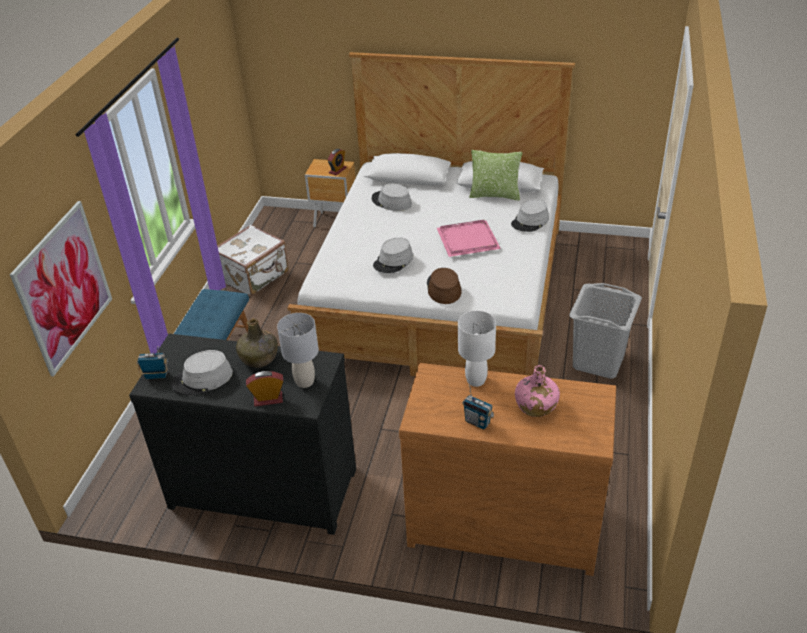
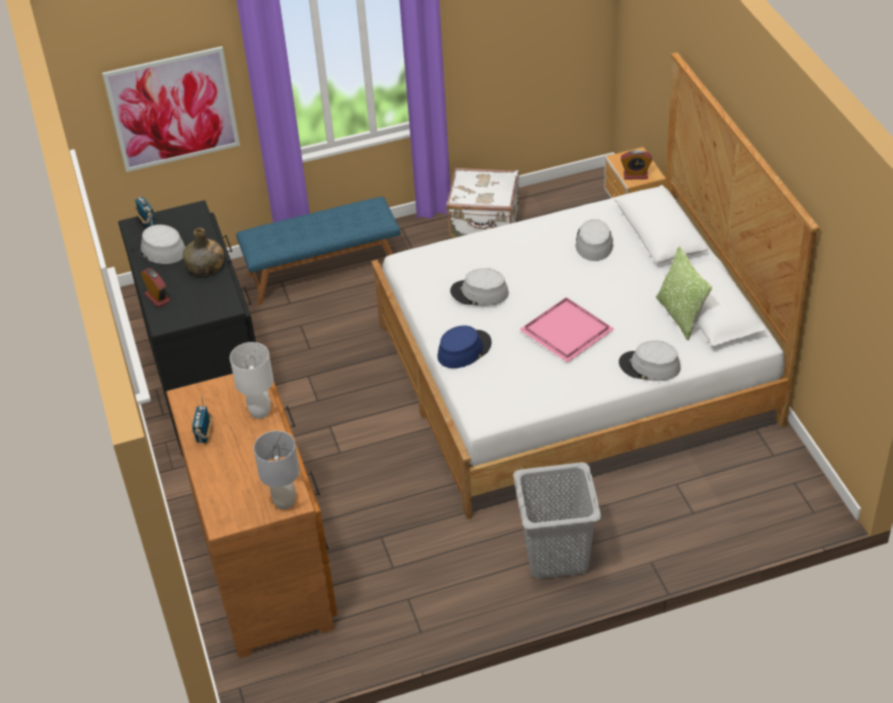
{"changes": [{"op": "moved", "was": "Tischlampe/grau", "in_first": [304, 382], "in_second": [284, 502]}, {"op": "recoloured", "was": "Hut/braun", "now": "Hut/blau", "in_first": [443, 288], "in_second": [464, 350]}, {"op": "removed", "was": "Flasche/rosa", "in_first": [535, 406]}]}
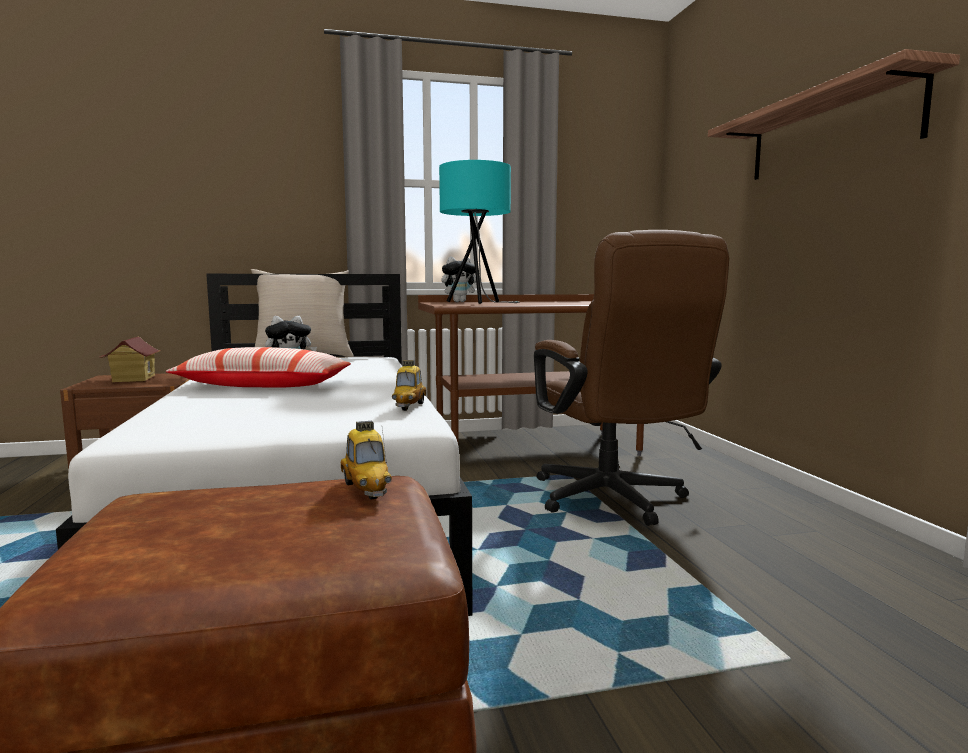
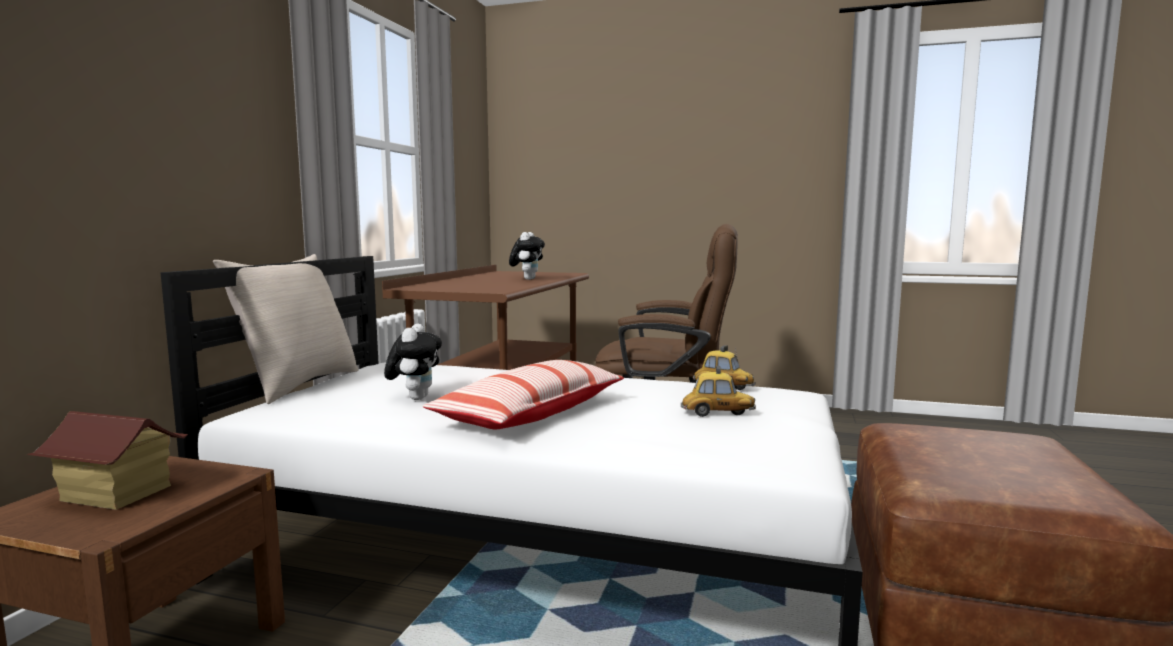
{"changes": [{"op": "moved", "was": "Spielzeugauto", "in_first": [366, 489], "in_second": [717, 414]}, {"op": "removed", "was": "Tischlampe/türkis", "in_first": [478, 303]}, {"op": "moved", "was": "Plüschtier", "in_first": [460, 302], "in_second": [527, 279]}, {"op": "removed", "was": "Wandregal", "in_first": [829, 132]}]}
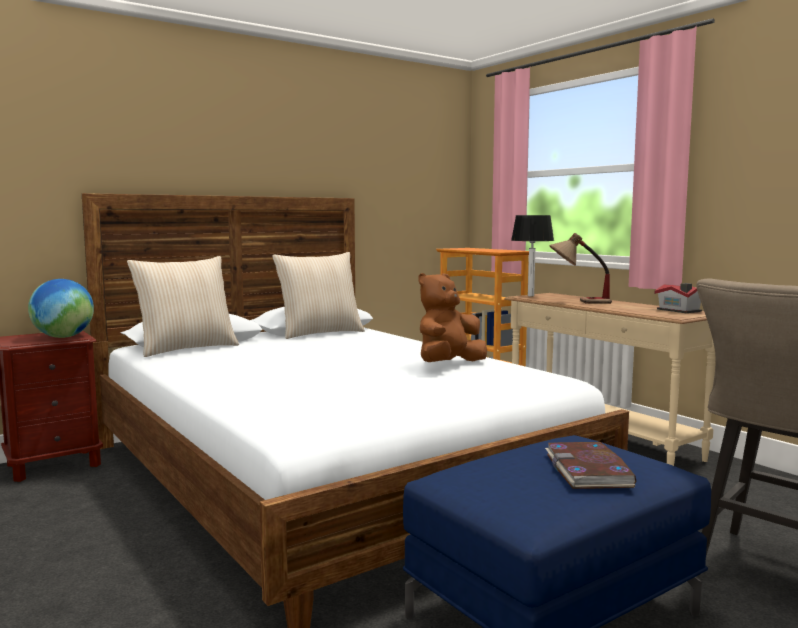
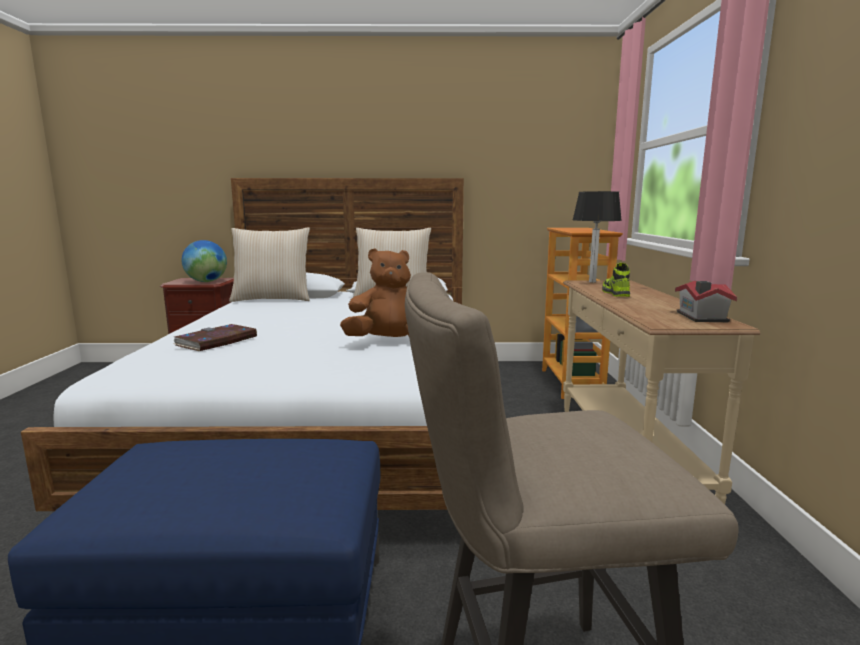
{"changes": [{"op": "moved", "was": "Buch", "in_first": [588, 470], "in_second": [216, 341]}, {"op": "replaced", "was": "Tischlampe", "now": "Schuh", "in_first": [578, 302], "in_second": [615, 293]}]}
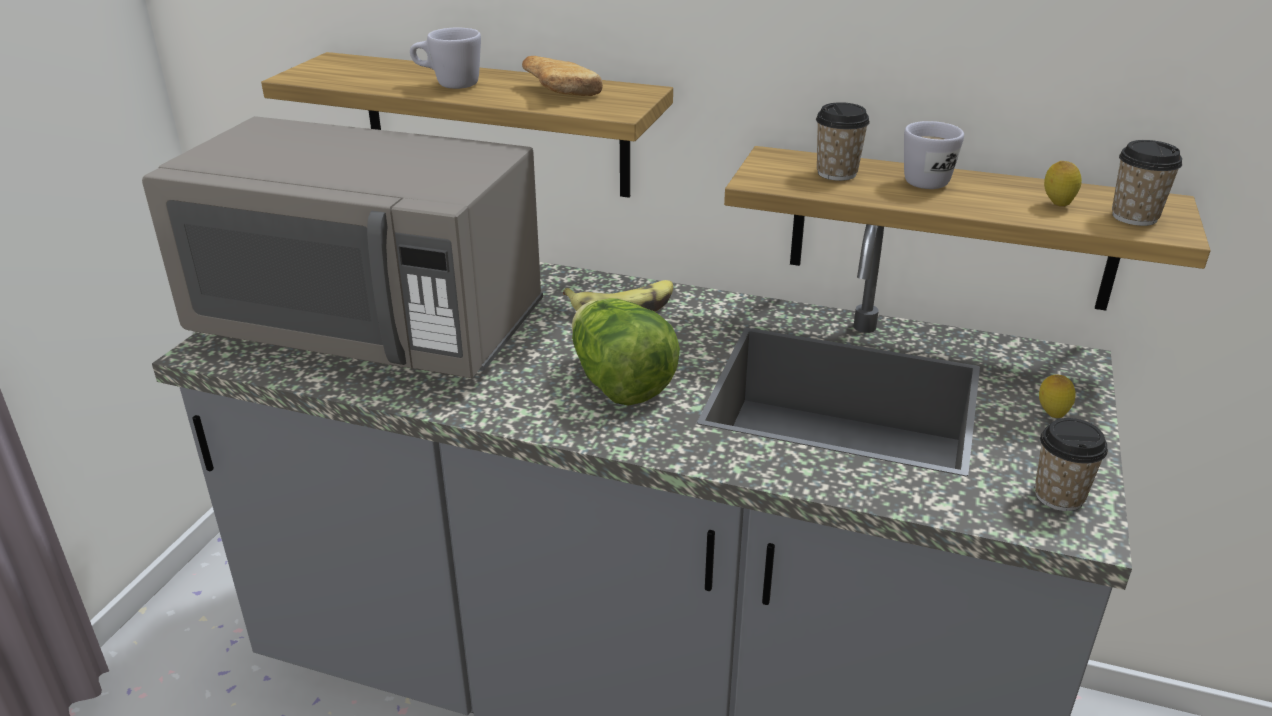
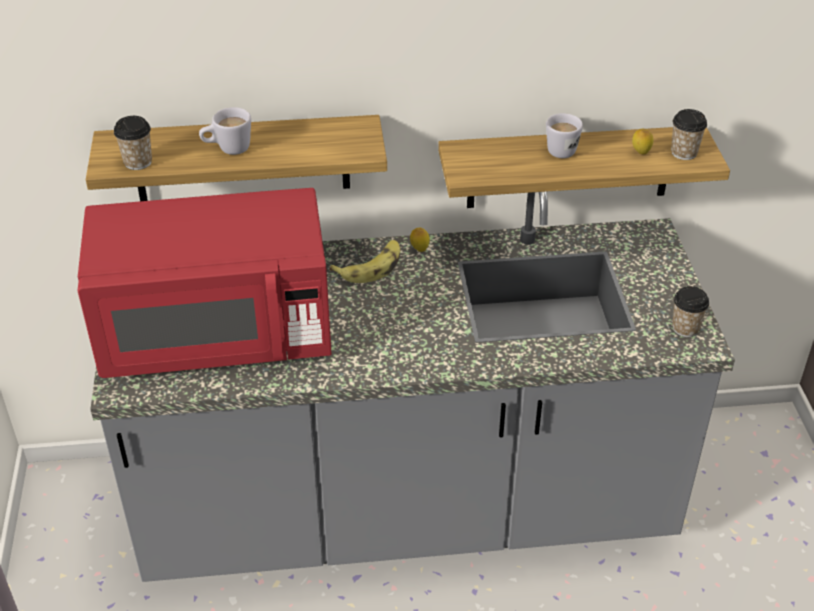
{"changes": [{"op": "recoloured", "was": "Mikrowelle/grau", "now": "Mikrowelle/rot", "in_first": [370, 328], "in_second": [217, 334]}, {"op": "removed", "was": "Brot", "in_first": [556, 91]}, {"op": "removed", "was": "Salatkopf", "in_first": [619, 384]}, {"op": "moved", "was": "Tasse", "in_first": [836, 173], "in_second": [138, 162]}, {"op": "moved", "was": "Zitrone", "in_first": [1051, 415], "in_second": [419, 250]}]}
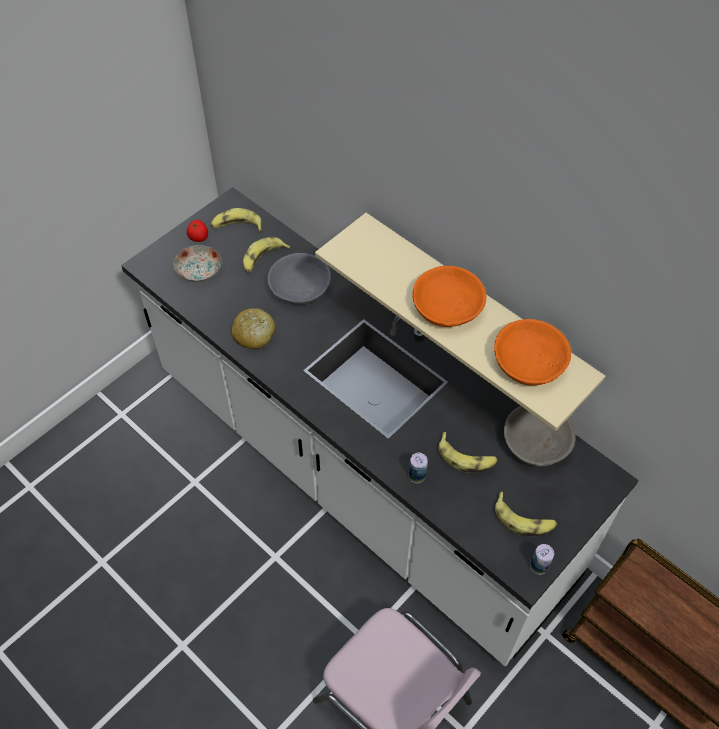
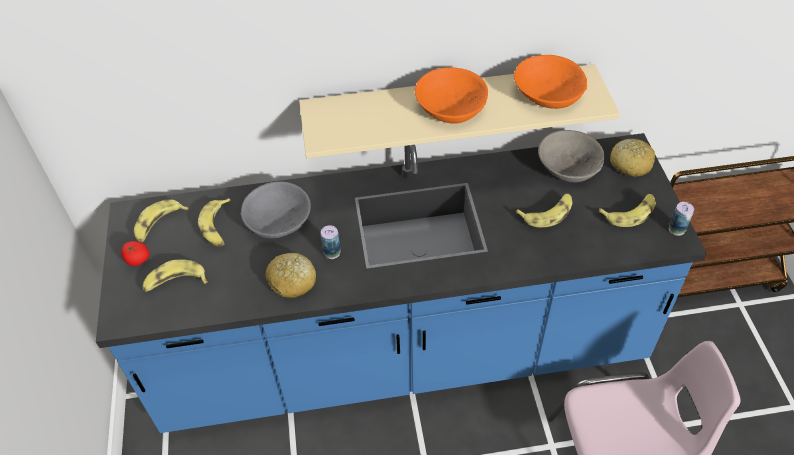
{"changes": [{"op": "recoloured", "was": "Küchenzeile/weiß", "now": "Küchenzeile/blau", "in_first": [358, 474], "in_second": [401, 352]}, {"op": "replaced", "was": "Teller", "now": "Banane", "in_first": [198, 270], "in_second": [175, 282]}, {"op": "moved", "was": "Dose", "in_first": [417, 476], "in_second": [332, 252]}, {"op": "added", "now": "Brot", "in_second": [630, 163]}]}
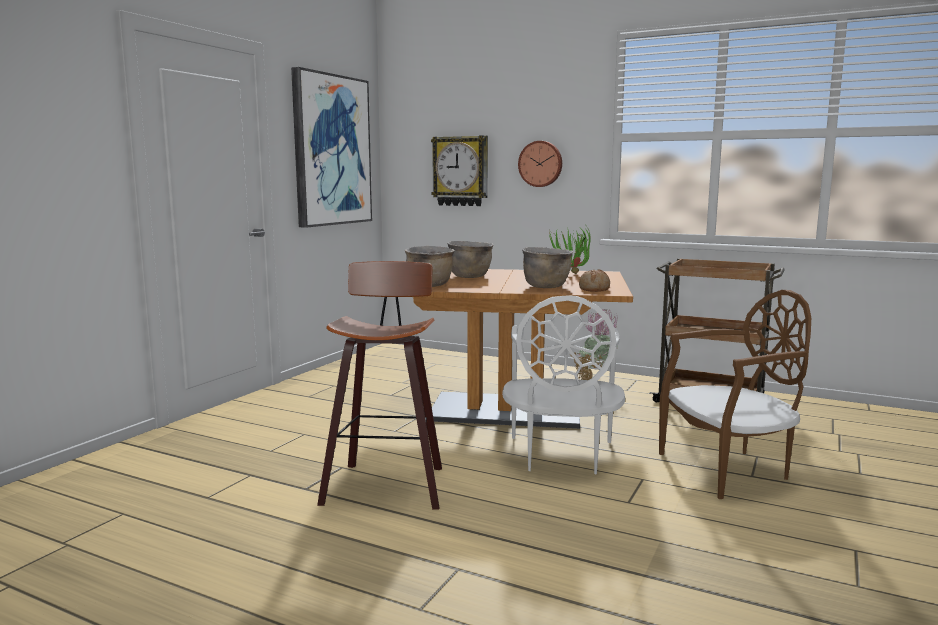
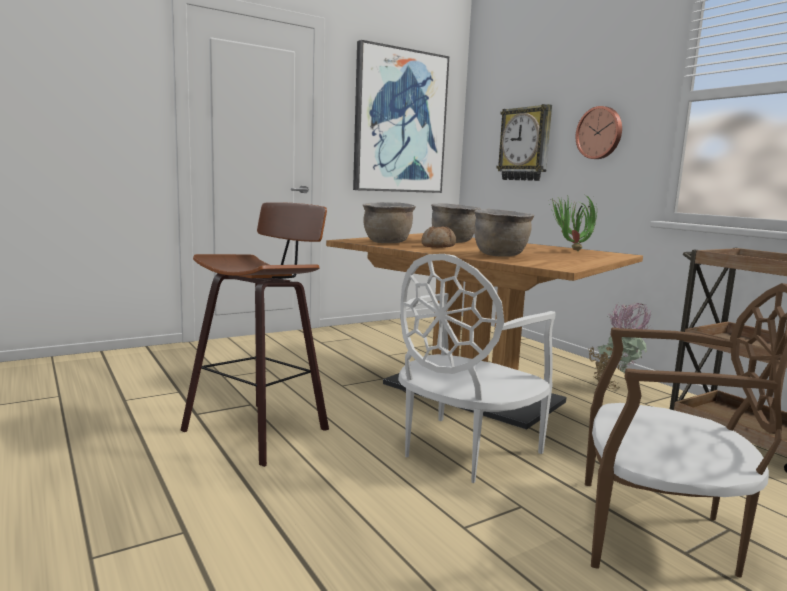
{"changes": [{"op": "moved", "was": "Brot", "in_first": [595, 289], "in_second": [438, 246]}]}
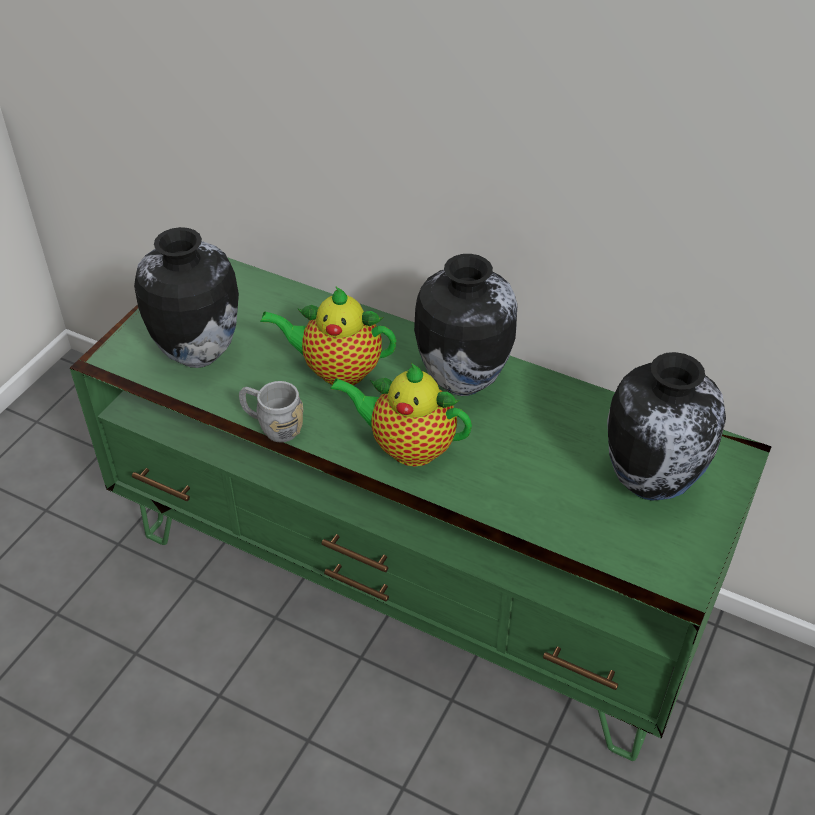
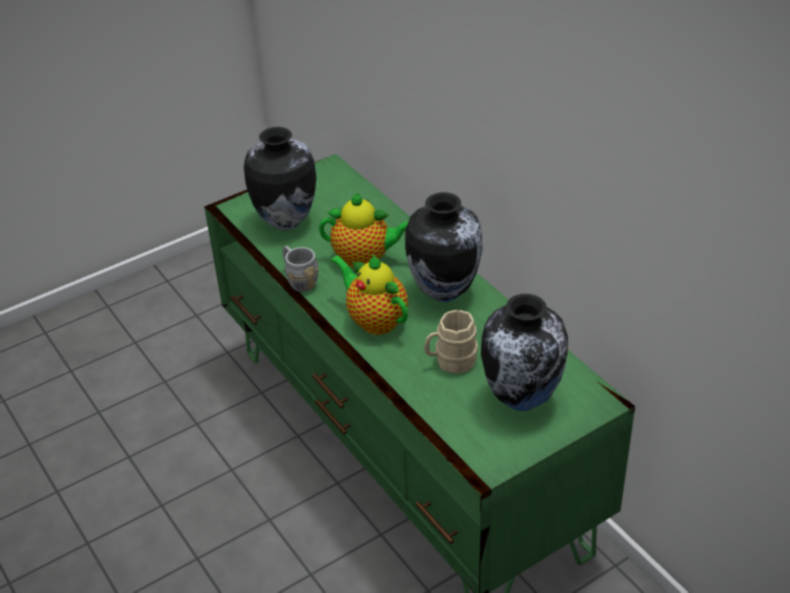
{"changes": [{"op": "turned", "was": "Teekanne", "in_first": [337, 370], "in_second": [366, 258], "clockwise": 150}, {"op": "added", "now": "Henkelbecher/beige", "in_second": [451, 361]}]}
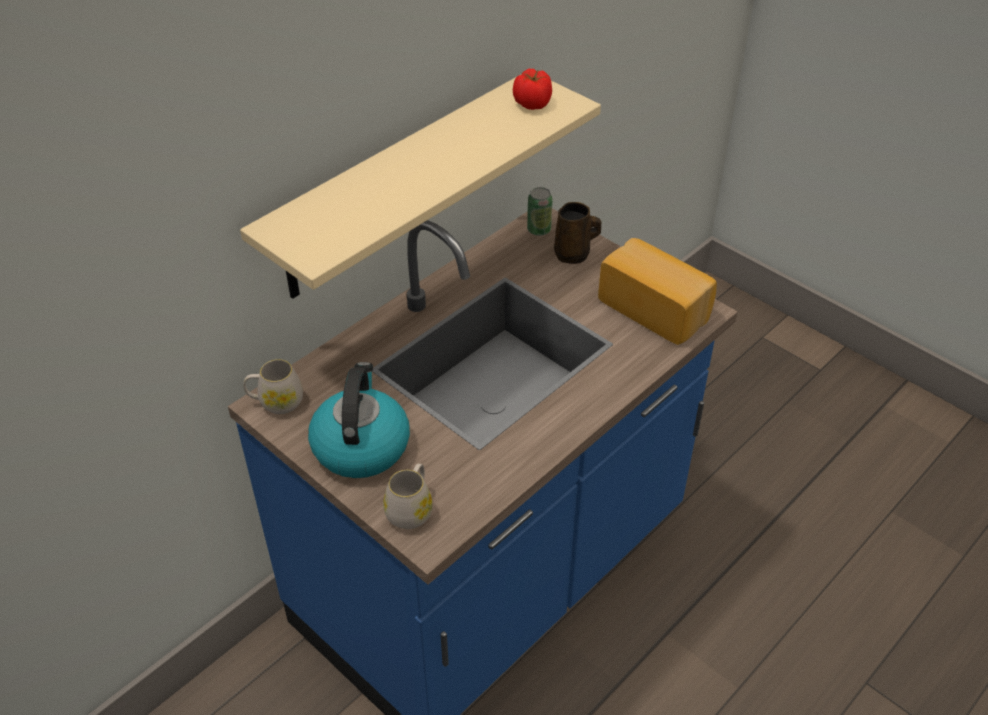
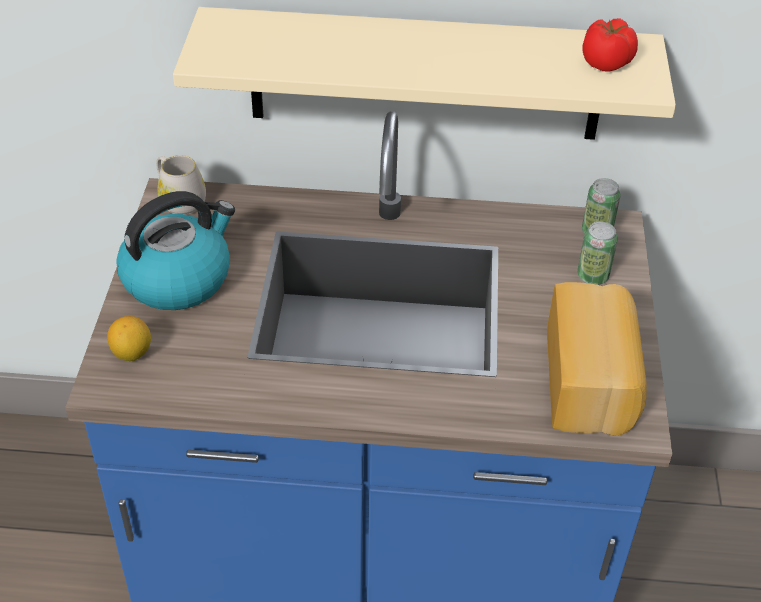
{"changes": [{"op": "replaced", "was": "Henkelbecher/weiß", "now": "Zitrone", "in_first": [411, 509], "in_second": [132, 353]}, {"op": "replaced", "was": "Henkelbecher/braun", "now": "Dose", "in_first": [574, 255], "in_second": [592, 276]}]}
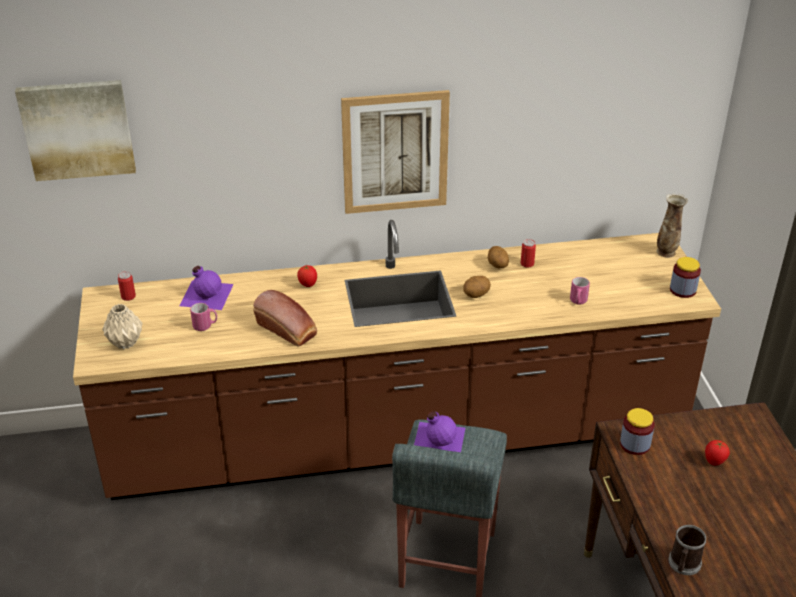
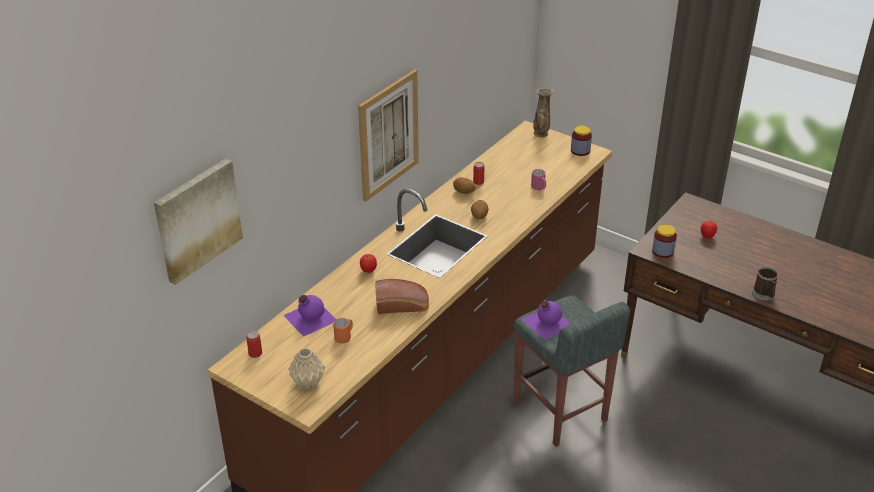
{"changes": [{"op": "recoloured", "was": "Henkelbecher/rosa", "now": "Henkelbecher/orange", "in_first": [205, 326], "in_second": [344, 337]}]}
